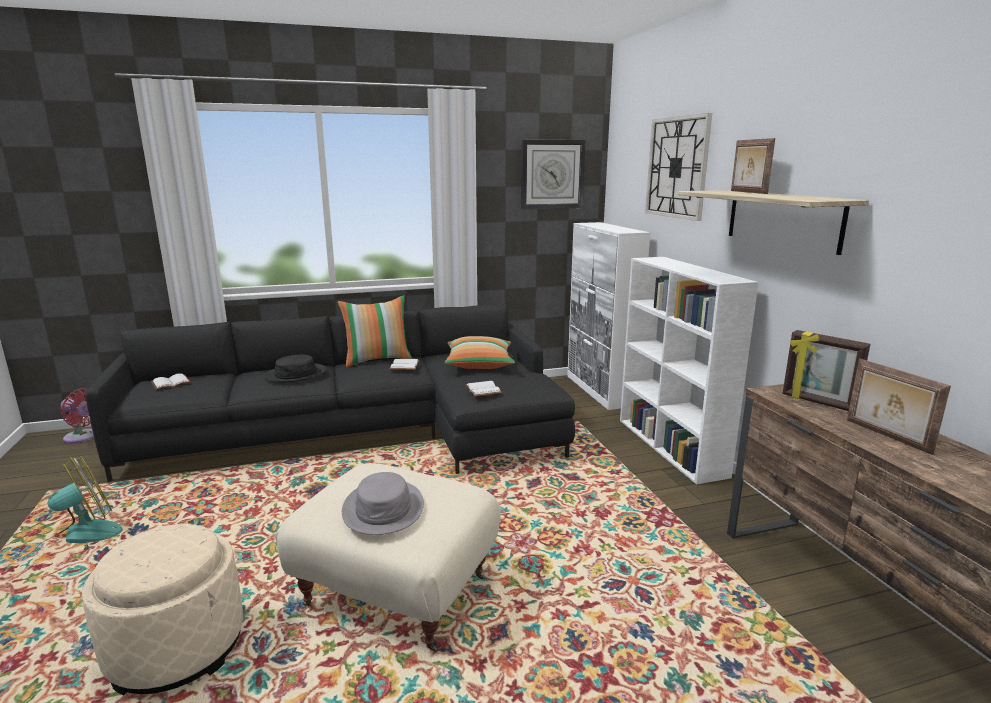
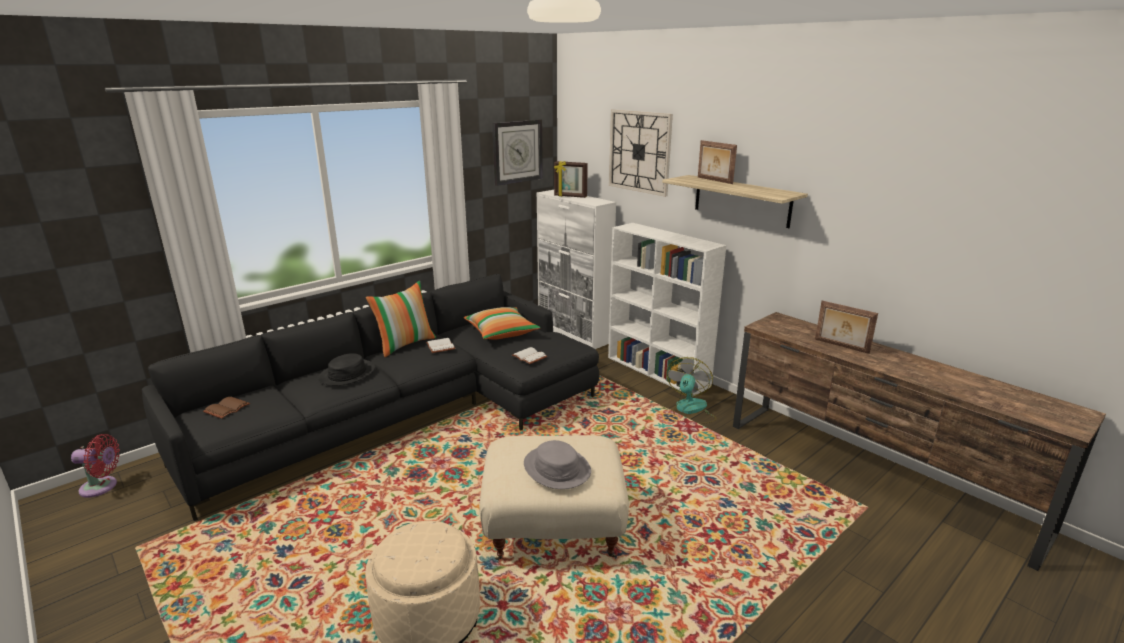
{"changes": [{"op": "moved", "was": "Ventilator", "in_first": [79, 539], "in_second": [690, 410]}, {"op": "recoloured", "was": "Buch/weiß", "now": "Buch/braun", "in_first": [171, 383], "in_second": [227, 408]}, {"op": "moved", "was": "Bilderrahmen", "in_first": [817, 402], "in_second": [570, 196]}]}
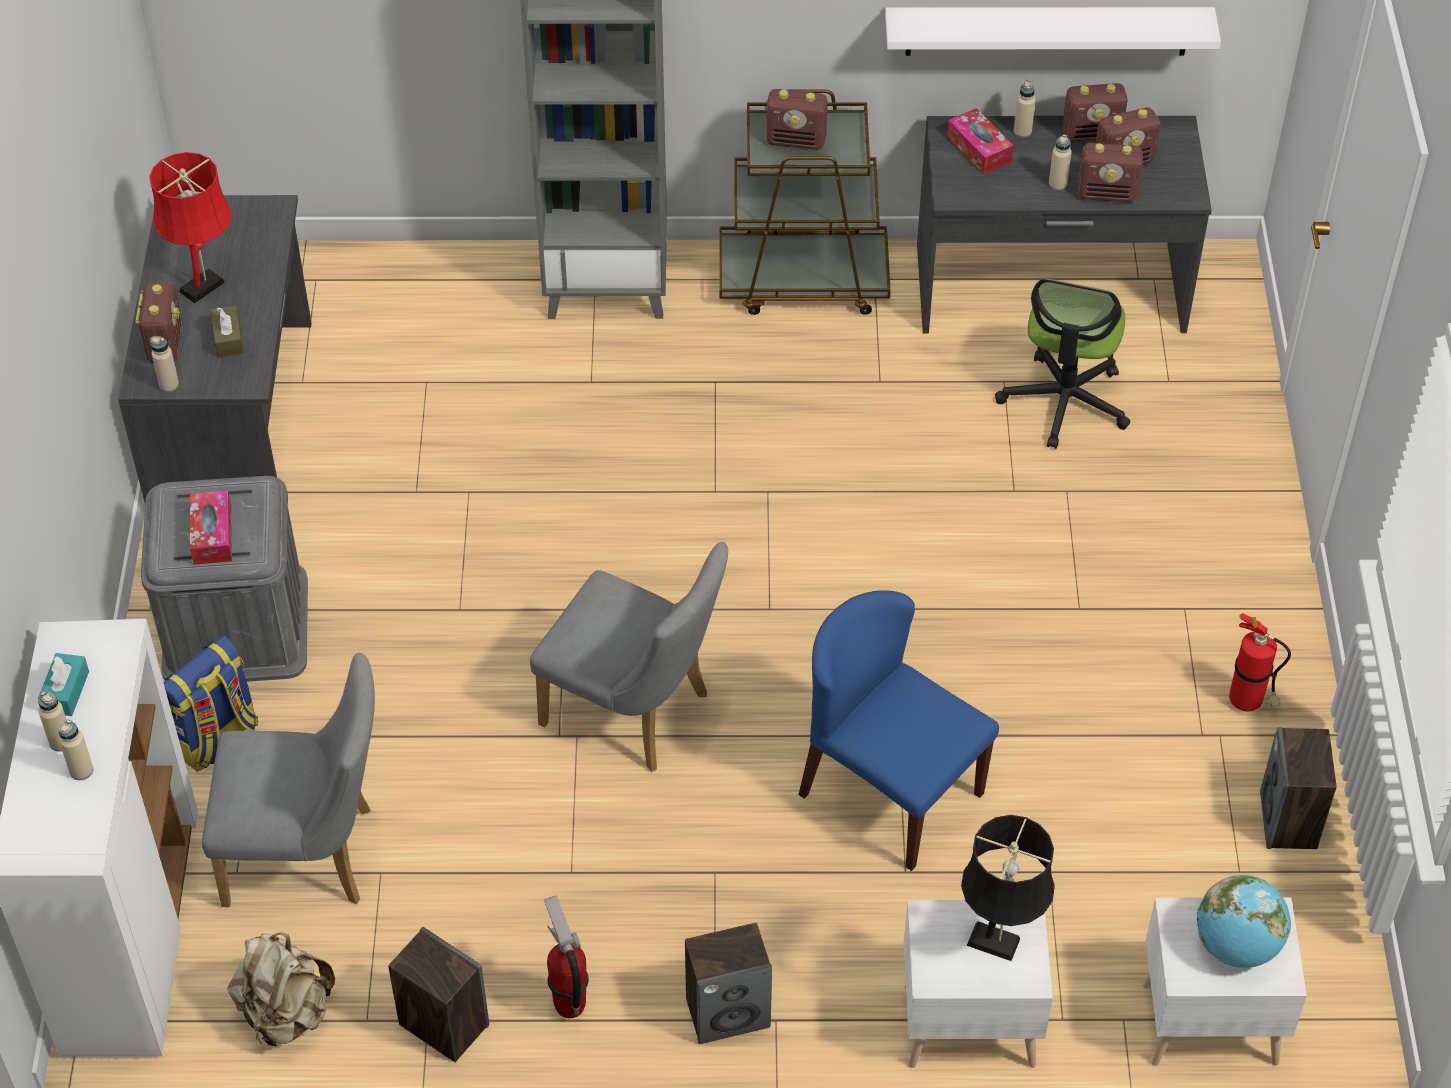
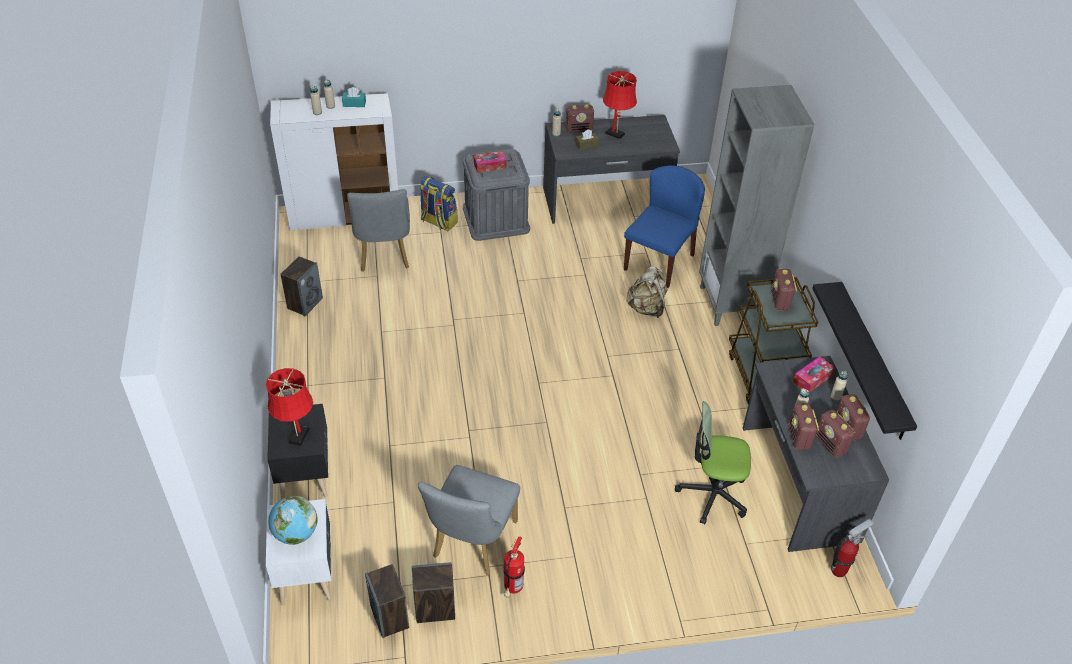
{"changes": [{"op": "moved", "was": "Rucksack/beige", "in_first": [286, 1013], "in_second": [646, 308]}, {"op": "moved", "was": "Stuhl/grau", "in_first": [636, 713], "in_second": [471, 544]}, {"op": "moved", "was": "Feuerlöscher", "in_first": [569, 1004], "in_second": [839, 570]}, {"op": "moved", "was": "Lautsprecher", "in_first": [728, 1012], "in_second": [390, 617]}, {"op": "moved", "was": "Stuhl/blau", "in_first": [889, 793], "in_second": [659, 262]}, {"op": "recoloured", "was": "Wandregal/weiß", "now": "Wandregal/schwarz", "in_first": [1047, 30], "in_second": [872, 361]}, {"op": "recoloured", "was": "Nachttisch/weiß", "now": "Nachttisch/schwarz", "in_first": [967, 1023], "in_second": [306, 474]}, {"op": "recoloured", "was": "Tischlampe/schwarz", "now": "Tischlampe/rot", "in_first": [998, 944], "in_second": [297, 438]}]}
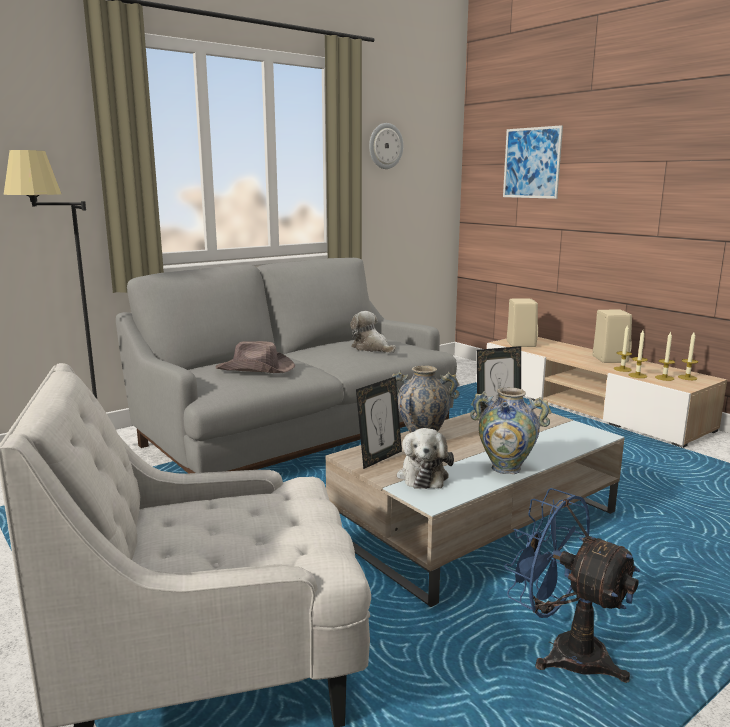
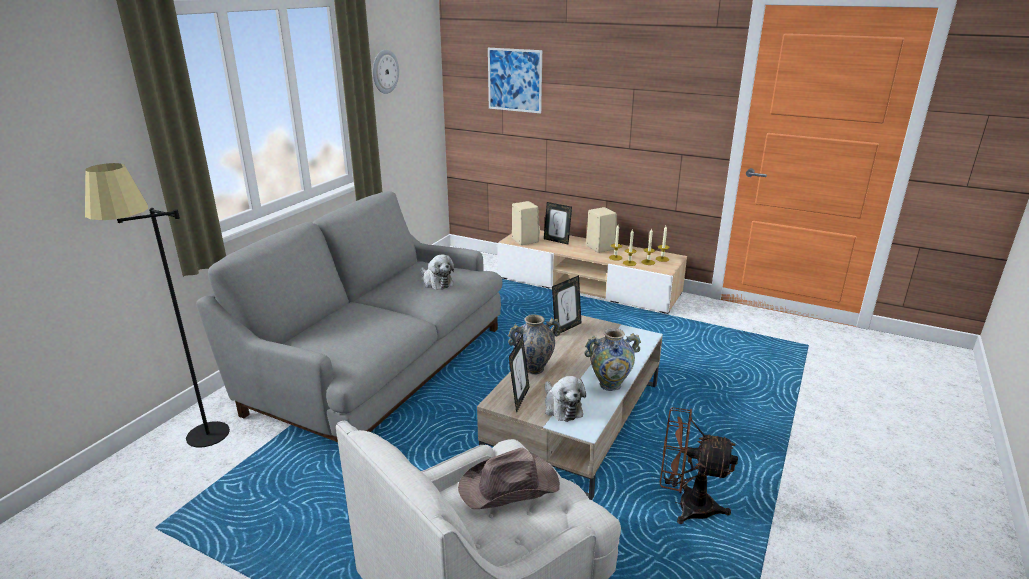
{"changes": [{"op": "moved", "was": "Hut/braun", "in_first": [256, 369], "in_second": [510, 486]}, {"op": "turned", "was": "Plüschtier", "in_first": [371, 348], "in_second": [436, 282], "clockwise": -150}, {"op": "recoloured", "was": "Ventilator/blau", "now": "Ventilator/braun", "in_first": [564, 651], "in_second": [686, 505]}, {"op": "added", "now": "Bilderrahmen", "in_second": [557, 241]}]}
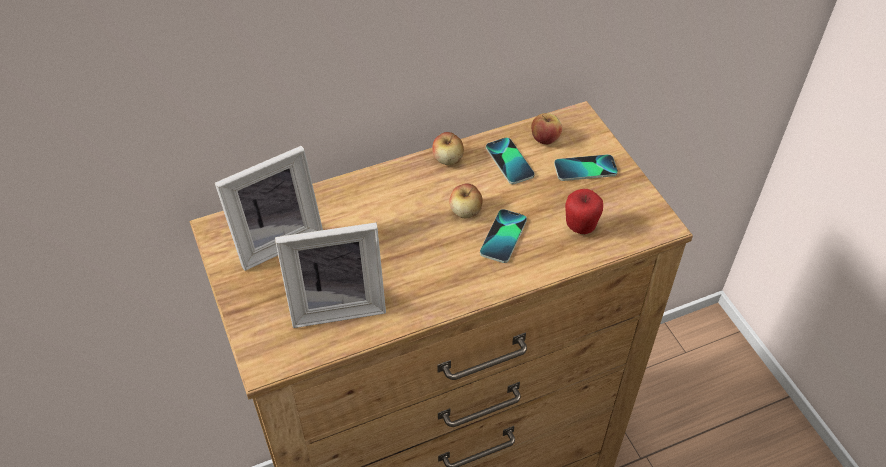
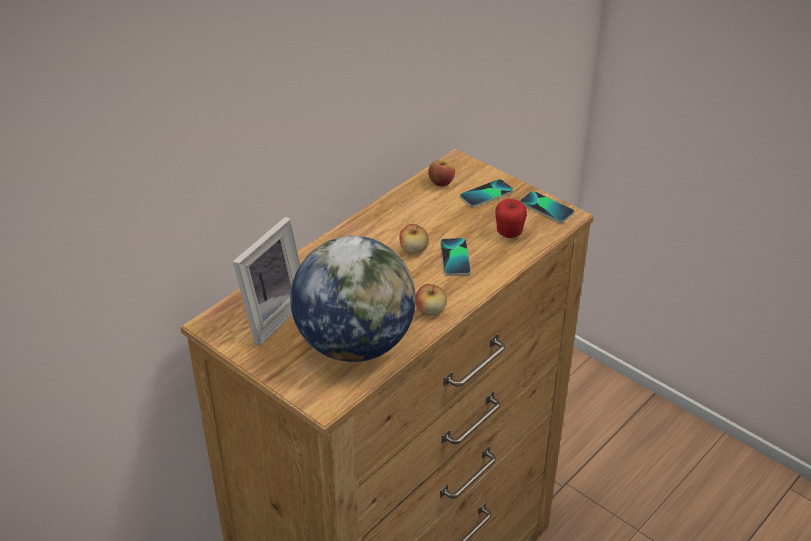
{"changes": [{"op": "replaced", "was": "Bilderrahmen", "now": "Globus", "in_first": [337, 304], "in_second": [355, 344]}, {"op": "moved", "was": "Apfel", "in_first": [448, 159], "in_second": [430, 311]}, {"op": "moved", "was": "Handy", "in_first": [509, 161], "in_second": [546, 208]}]}
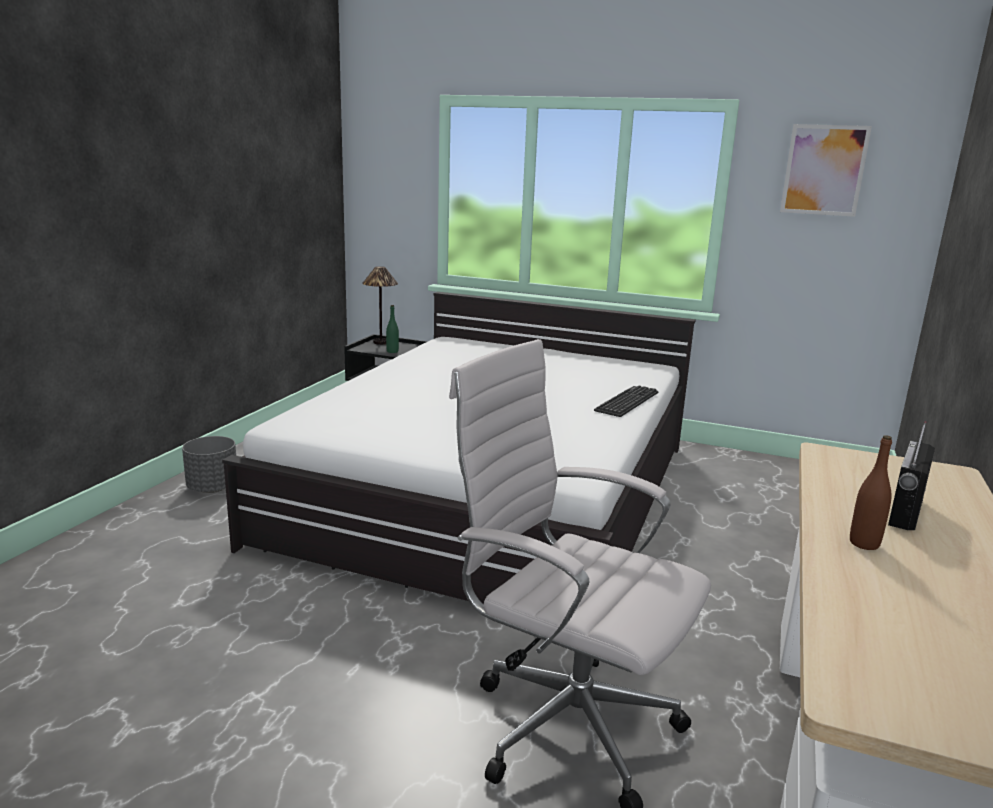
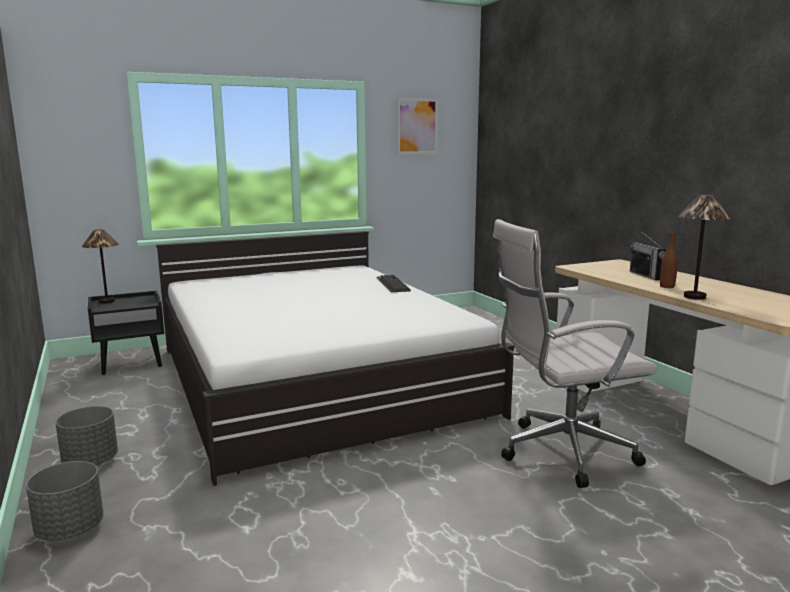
{"changes": [{"op": "removed", "was": "Flasche/grün", "in_first": [392, 351]}, {"op": "added", "now": "Pflanzkübel/grau", "in_second": [69, 530]}, {"op": "added", "now": "Tischlampe", "in_second": [694, 297]}]}
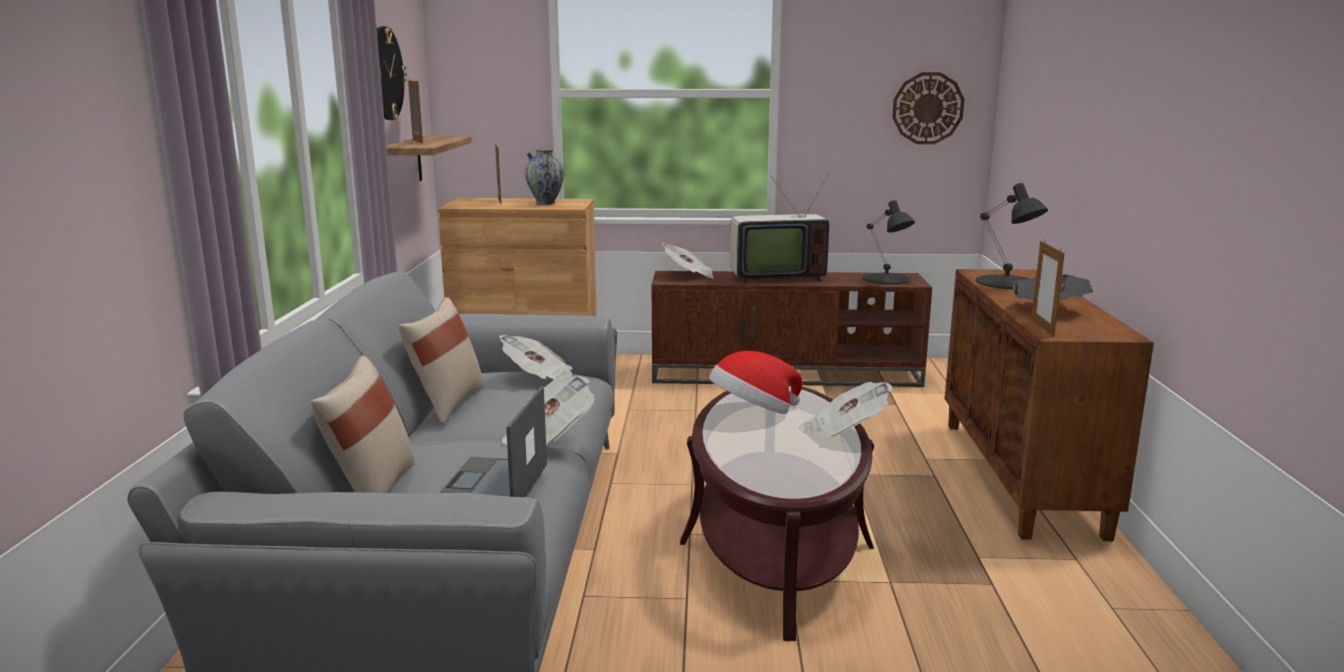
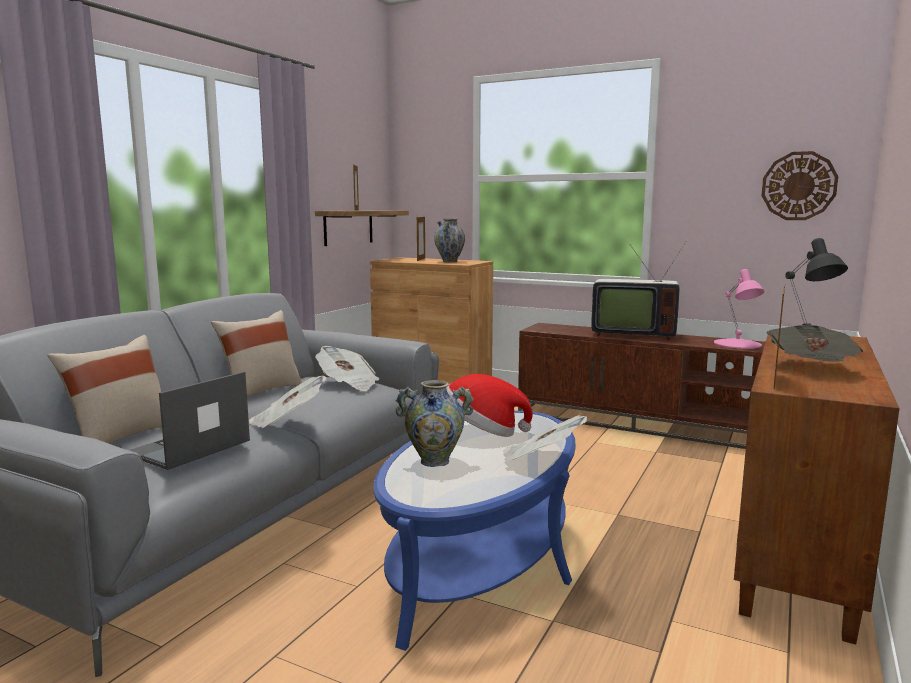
{"changes": [{"op": "removed", "was": "Wanduhr", "in_first": [385, 73]}, {"op": "removed", "was": "Zeitung", "in_first": [689, 275]}, {"op": "recoloured", "was": "Couchtisch/braun", "now": "Couchtisch/blau", "in_first": [776, 544], "in_second": [481, 559]}, {"op": "recoloured", "was": "Tischlampe/schwarz", "now": "Tischlampe/rosa", "in_first": [886, 279], "in_second": [737, 344]}, {"op": "added", "now": "Vase", "in_second": [435, 461]}]}
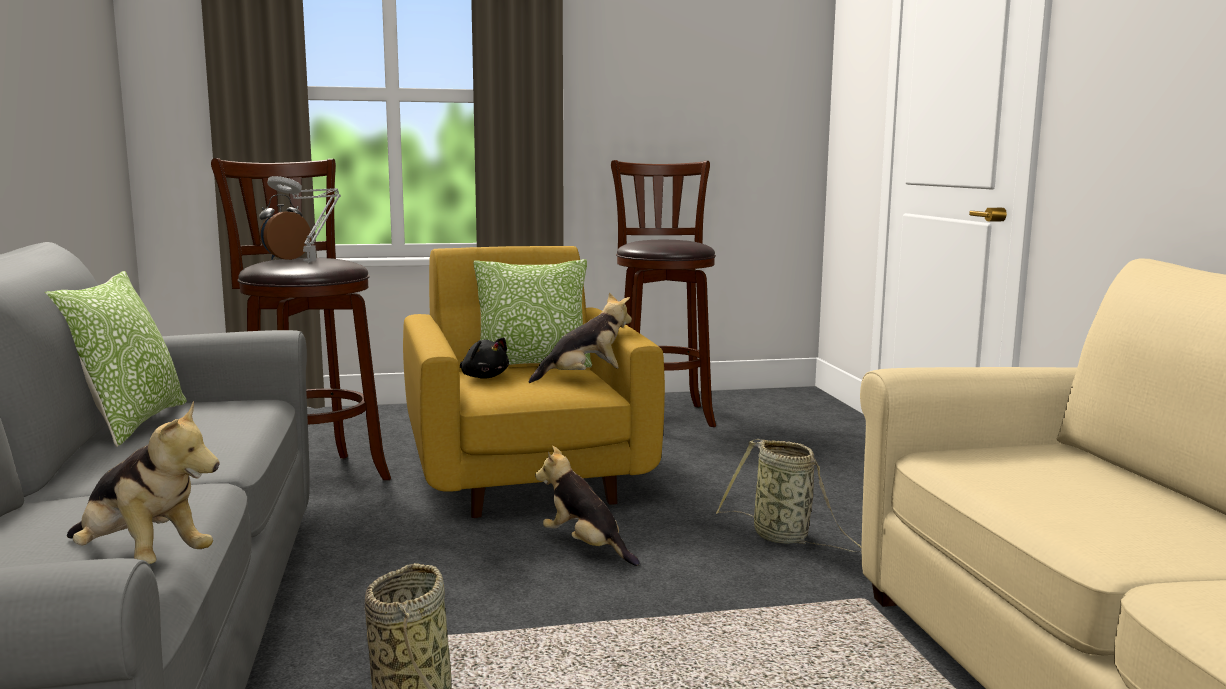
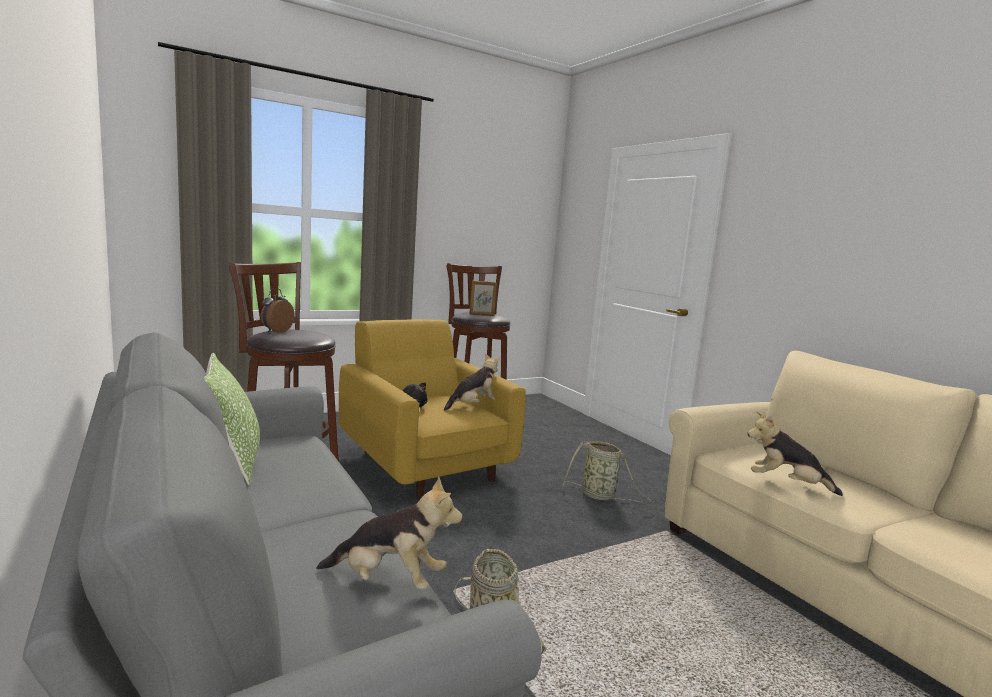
{"changes": [{"op": "removed", "was": "Tischlampe/grau", "in_first": [312, 262]}, {"op": "removed", "was": "Kissen", "in_first": [533, 365]}, {"op": "moved", "was": "Plüschtier", "in_first": [585, 547], "in_second": [786, 484]}, {"op": "added", "now": "Bilderrahmen", "in_second": [481, 315]}]}
